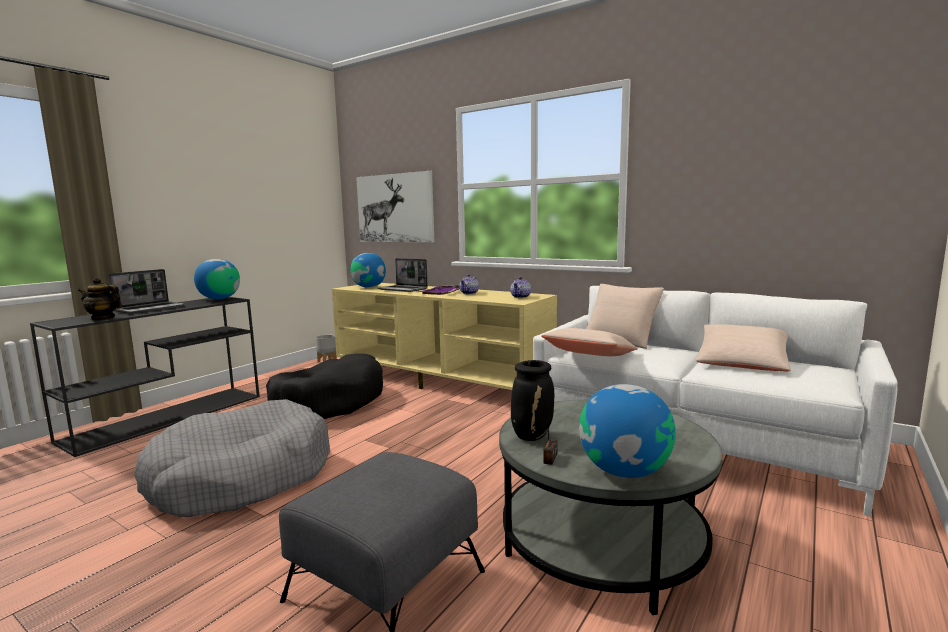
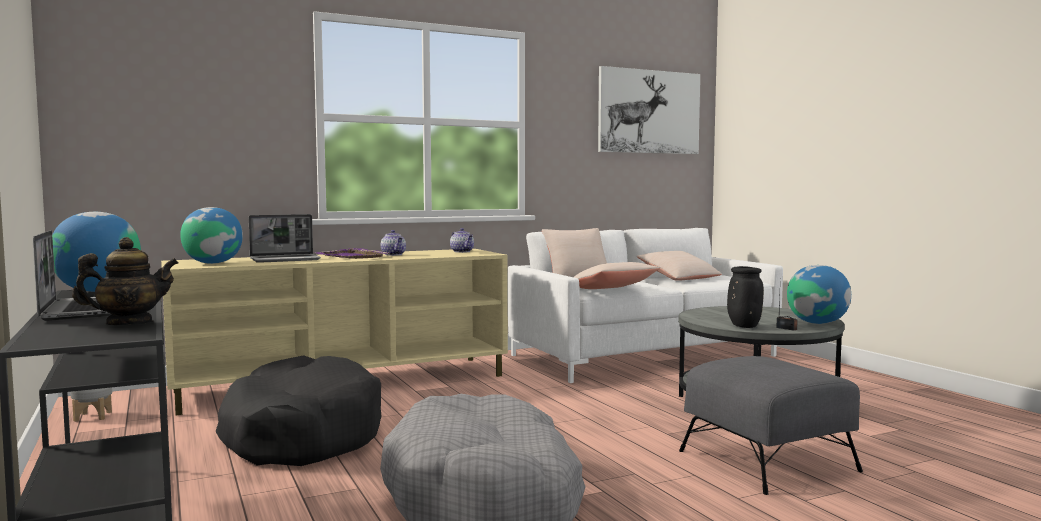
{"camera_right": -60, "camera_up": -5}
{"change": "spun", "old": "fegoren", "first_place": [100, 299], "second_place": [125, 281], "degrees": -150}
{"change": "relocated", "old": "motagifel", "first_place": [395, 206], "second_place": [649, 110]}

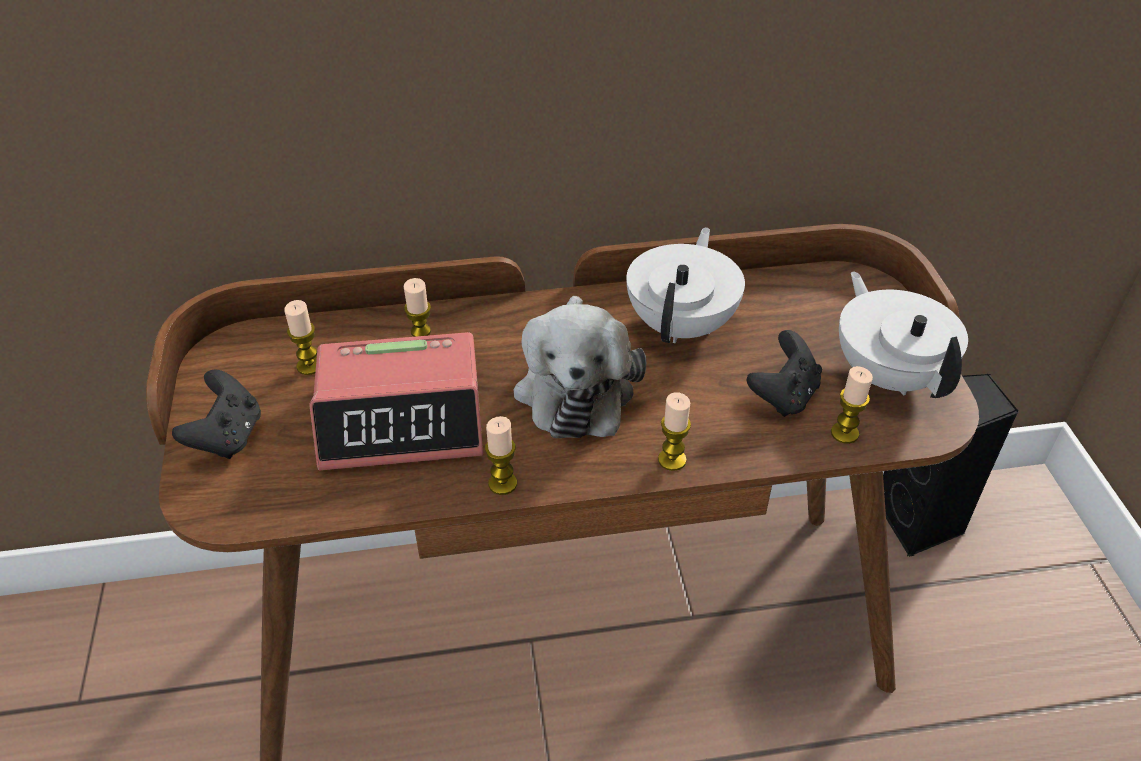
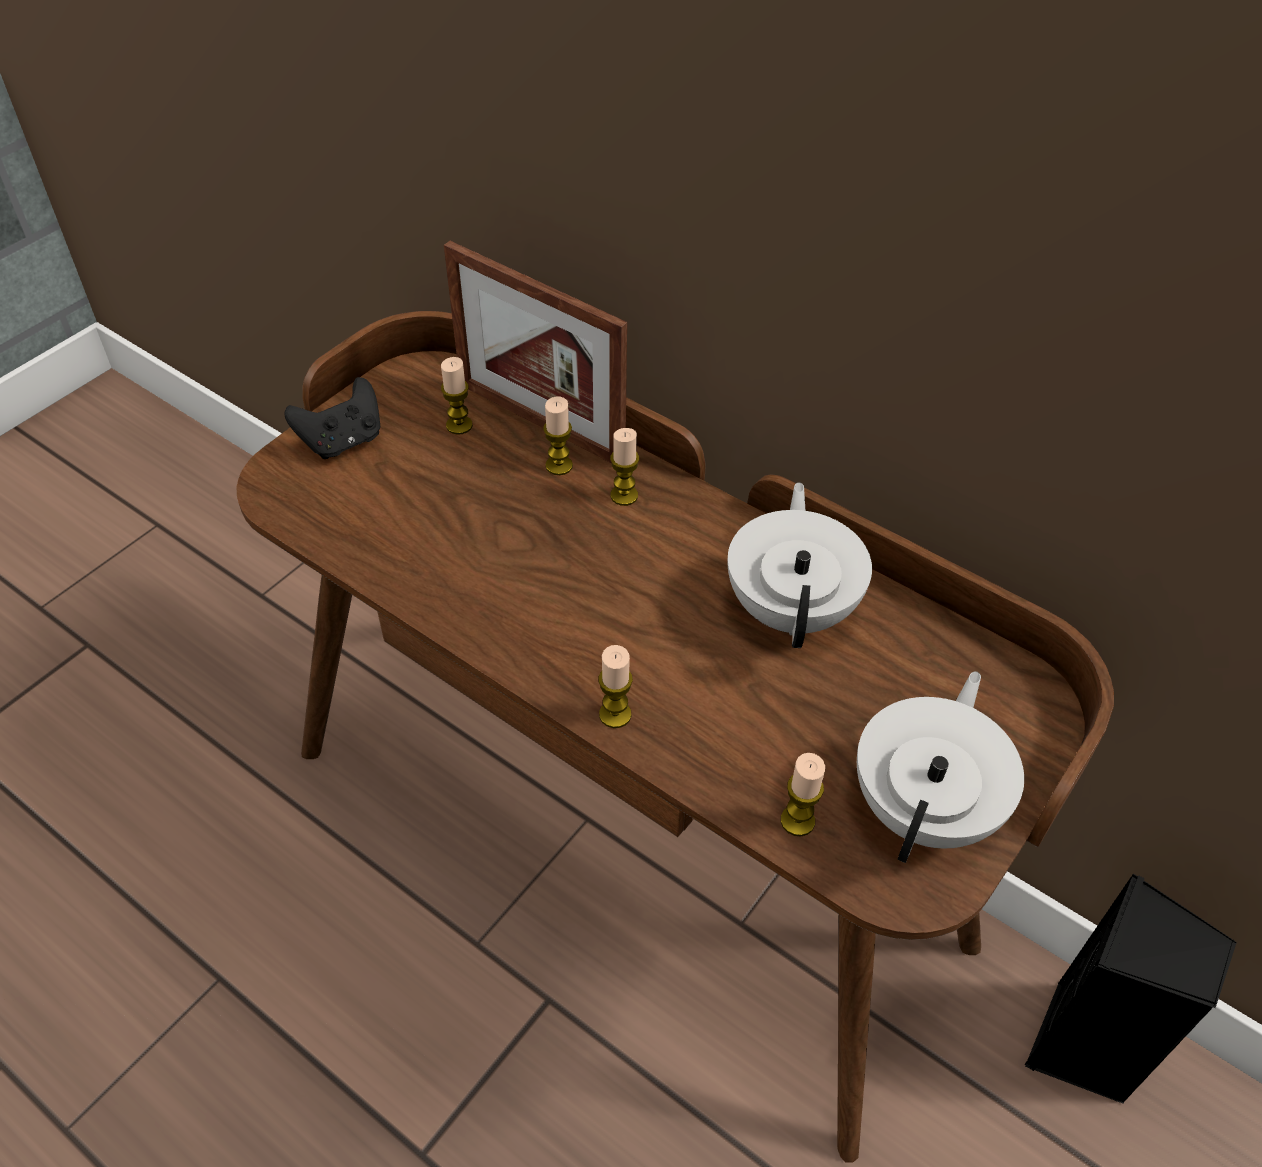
{"camera_right": 45, "camera_up": 5}
{"change": "appeared", "new": "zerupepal", "second_place": [535, 352]}
{"change": "relocated", "old": "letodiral", "first_place": [501, 455], "second_place": [624, 467]}
{"change": "spun", "old": "white fegoren", "first_place": [685, 285], "second_place": [800, 565], "degrees": -60}
{"change": "missing", "old": "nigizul", "first_place": [396, 401]}
{"change": "missing", "old": "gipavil", "first_place": [580, 367]}
{"change": "missing", "old": "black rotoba", "first_place": [784, 373]}

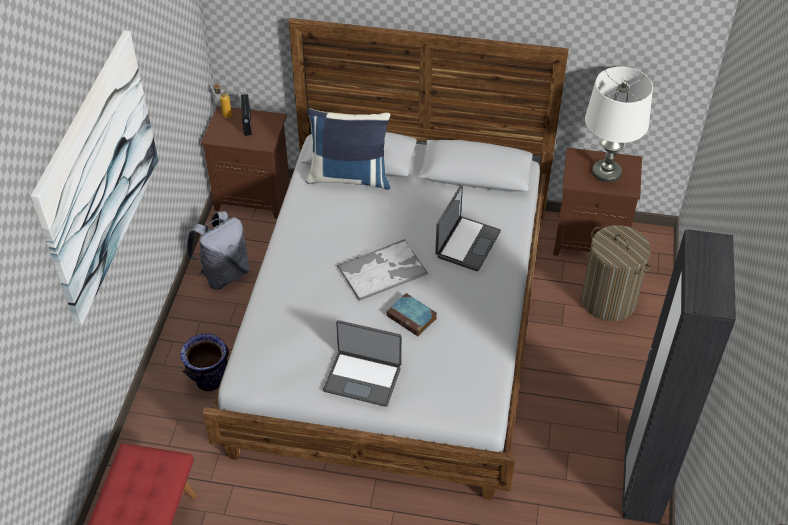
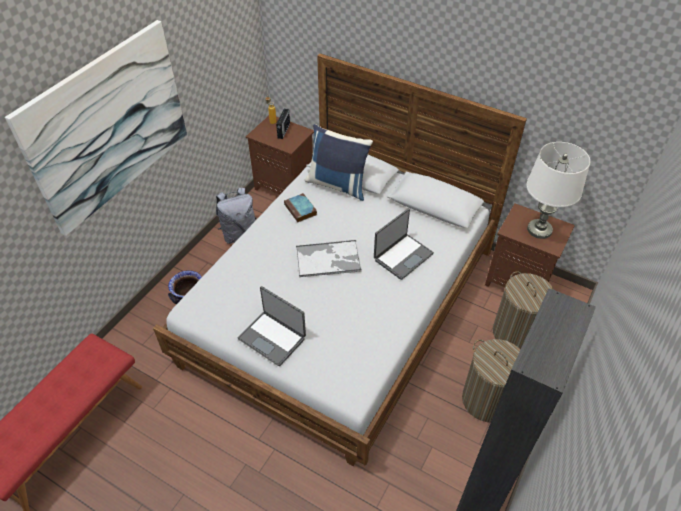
{"camera_right": 20, "camera_up": 0}
{"change": "relocated", "old": "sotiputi", "first_place": [411, 314], "second_place": [300, 207]}
{"change": "appeared", "new": "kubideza", "second_place": [491, 380]}

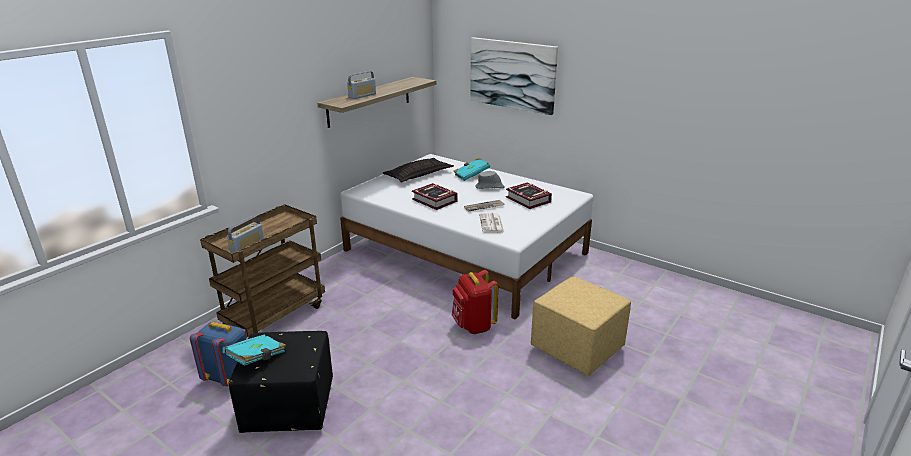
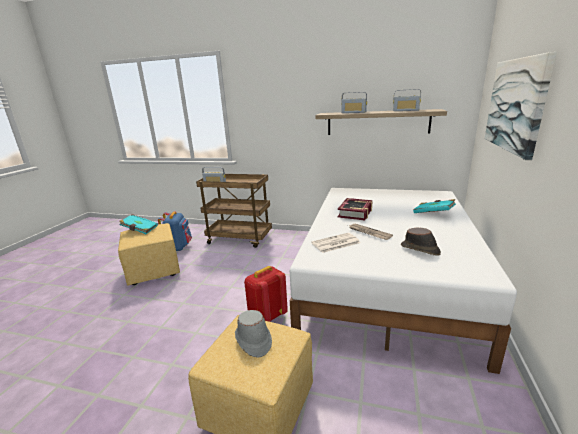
{"camera_right": 70, "camera_up": -5}
{"change": "colour", "old": "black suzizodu", "new": "yellow suzizodu", "first_place": [281, 382], "second_place": [149, 254]}
{"change": "relocated", "old": "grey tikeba", "first_place": [490, 180], "second_place": [253, 334]}
{"change": "appeared", "new": "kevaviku", "second_place": [407, 100]}
{"change": "exchanged", "old": "sotiputi", "new": "brown tikeba", "first_place": [529, 196], "second_place": [421, 241]}
{"change": "missing", "old": "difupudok", "first_place": [418, 170]}

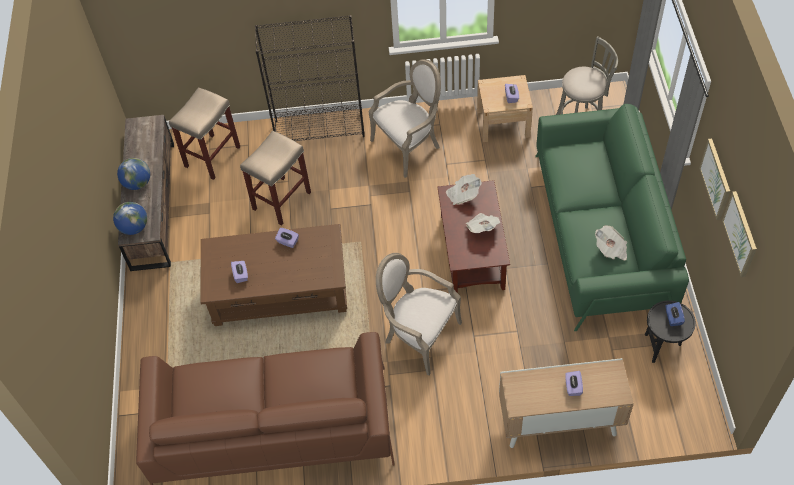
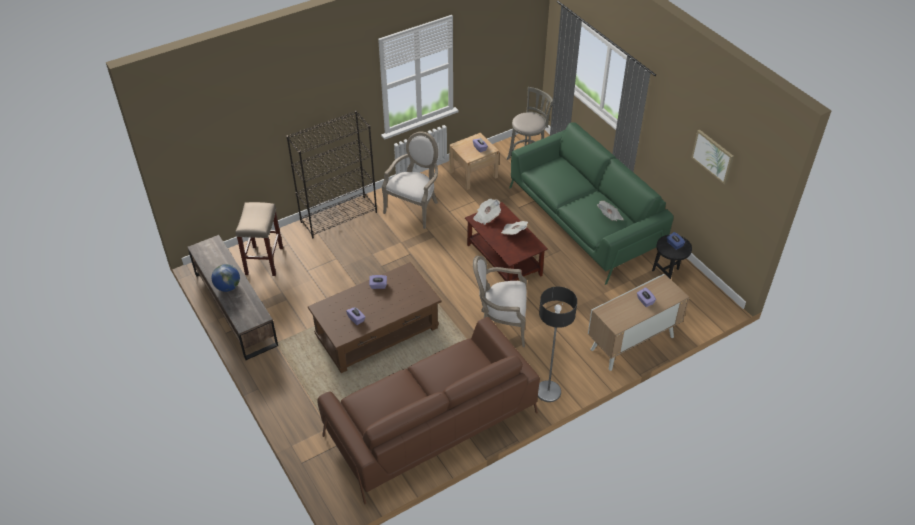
{"camera_right": -30, "camera_up": -10}
{"change": "appeared", "new": "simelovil", "second_place": [557, 344]}
{"change": "missing", "old": "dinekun", "first_place": [130, 218]}
{"change": "missing", "old": "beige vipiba", "first_place": [275, 178]}
{"change": "missing", "old": "motagifel", "first_place": [714, 179]}

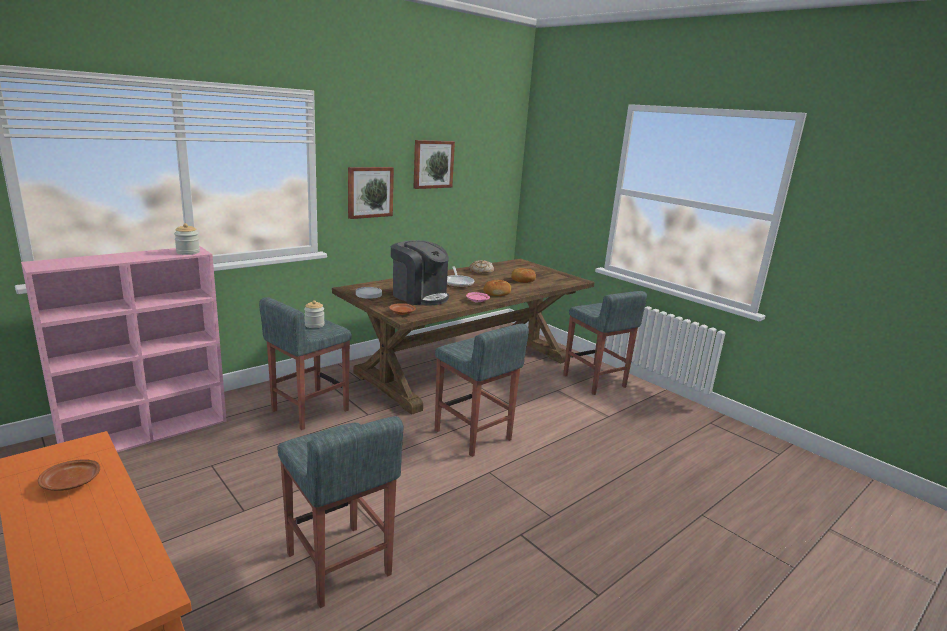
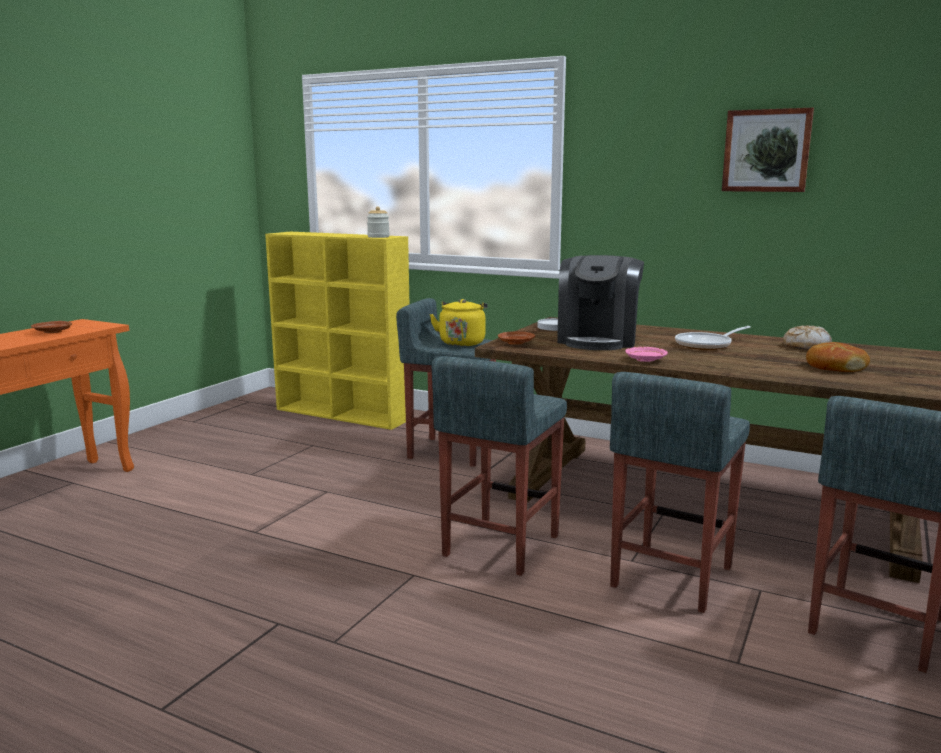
{"camera_right": 70, "camera_up": -5}
{"change": "colour", "old": "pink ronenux", "new": "yellow ronenux", "first_place": [124, 349], "second_place": [337, 331]}
{"change": "exchanged", "old": "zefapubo", "new": "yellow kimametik", "first_place": [314, 314], "second_place": [459, 322]}
{"change": "relocated", "old": "grey vipiba", "first_place": [340, 512], "second_place": [680, 492]}
{"change": "missing", "old": "motagifel", "first_place": [371, 193]}
{"change": "missing", "old": "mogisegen", "first_place": [497, 288]}

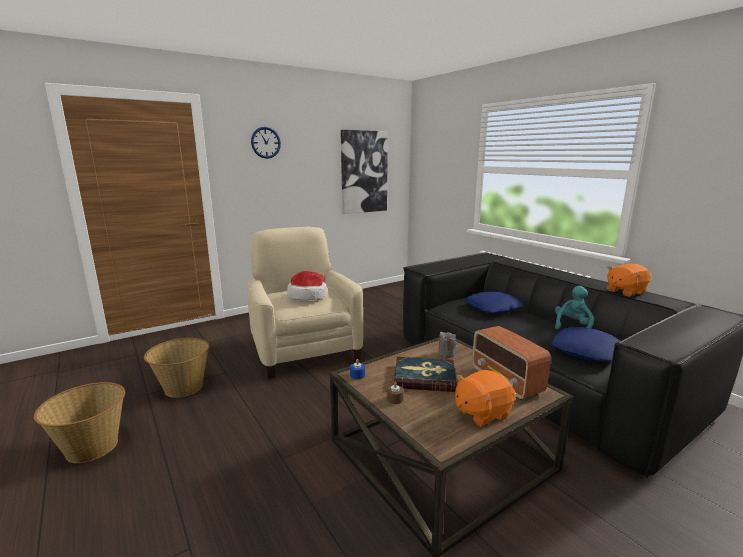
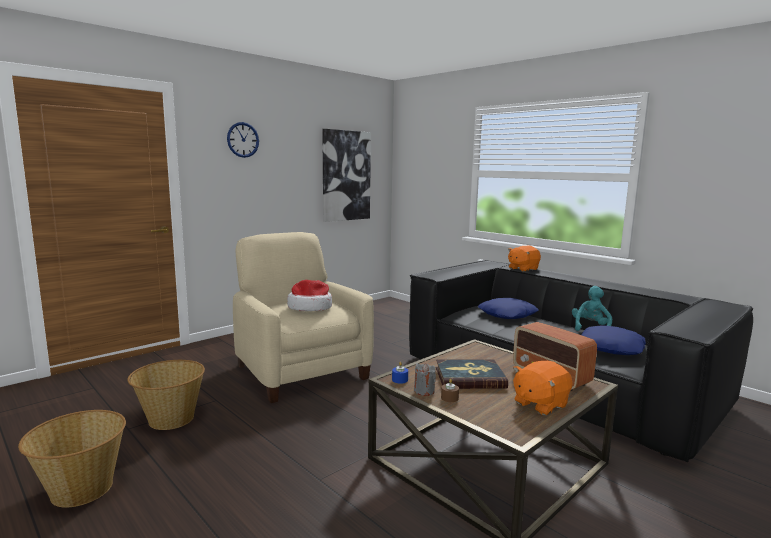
{"camera_right": -10, "camera_up": -5}
{"change": "relocated", "old": "grey letodiral", "first_place": [447, 345], "second_place": [425, 379]}
{"change": "relocated", "old": "orange gipavil", "first_place": [629, 280], "second_place": [524, 259]}

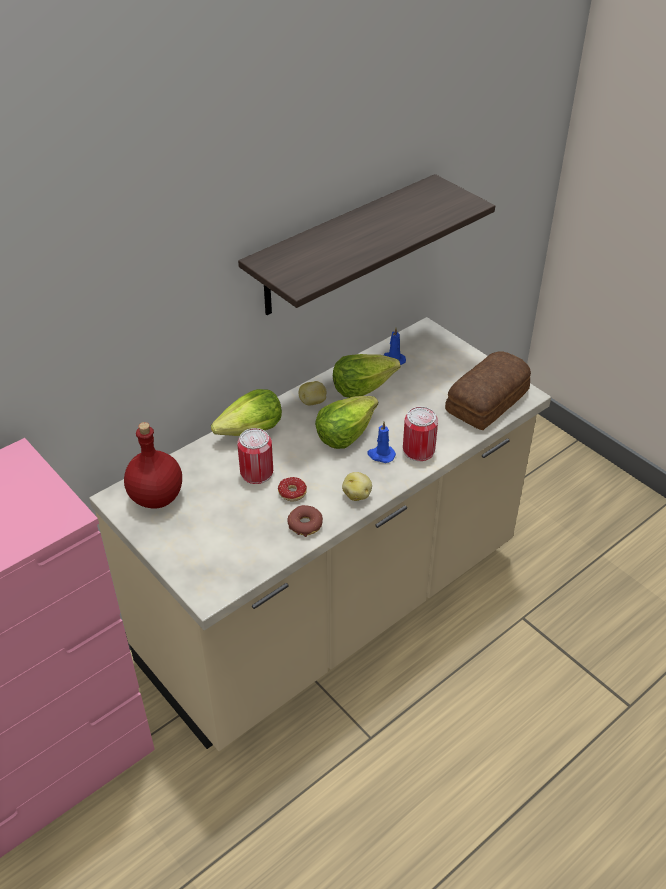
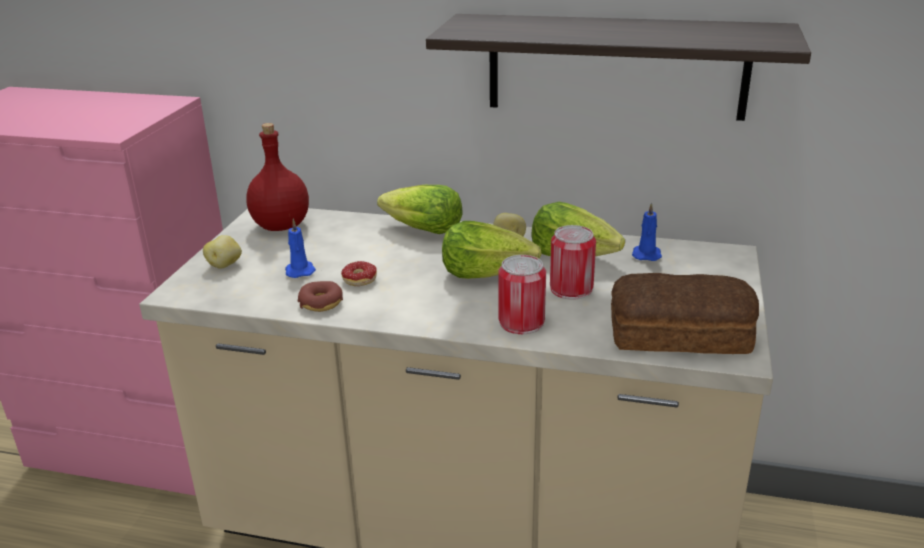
{"camera_right": 55, "camera_up": -15}
{"change": "relocated", "old": "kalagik", "first_place": [357, 486], "second_place": [222, 252]}
{"change": "relocated", "old": "blue letodiral", "first_place": [381, 442], "second_place": [300, 248]}
{"change": "relocated", "old": "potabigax", "first_place": [255, 456], "second_place": [573, 262]}

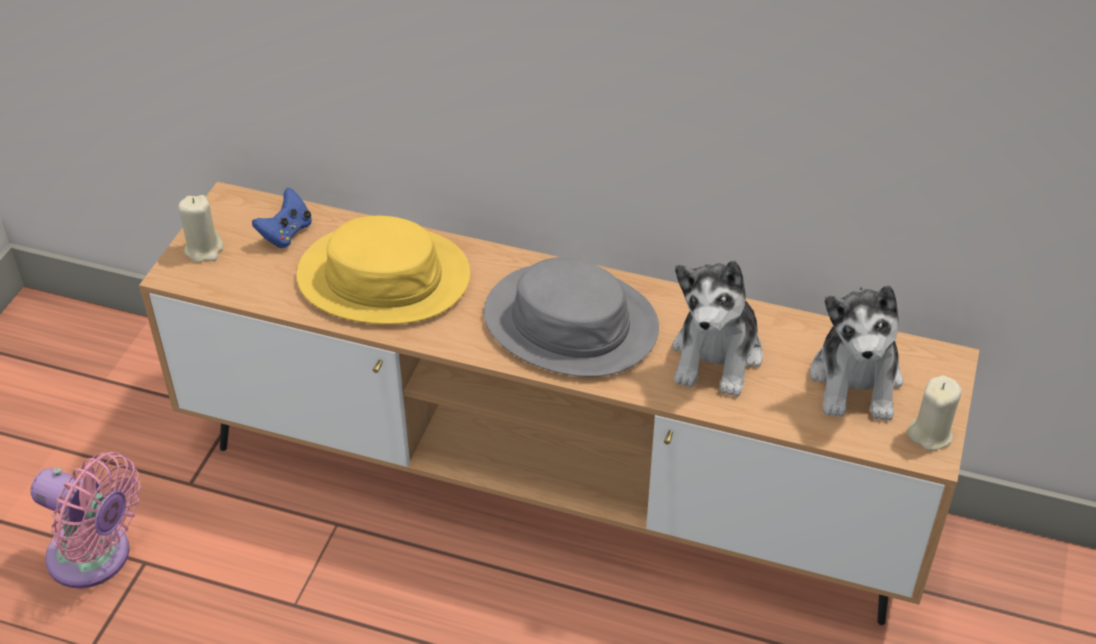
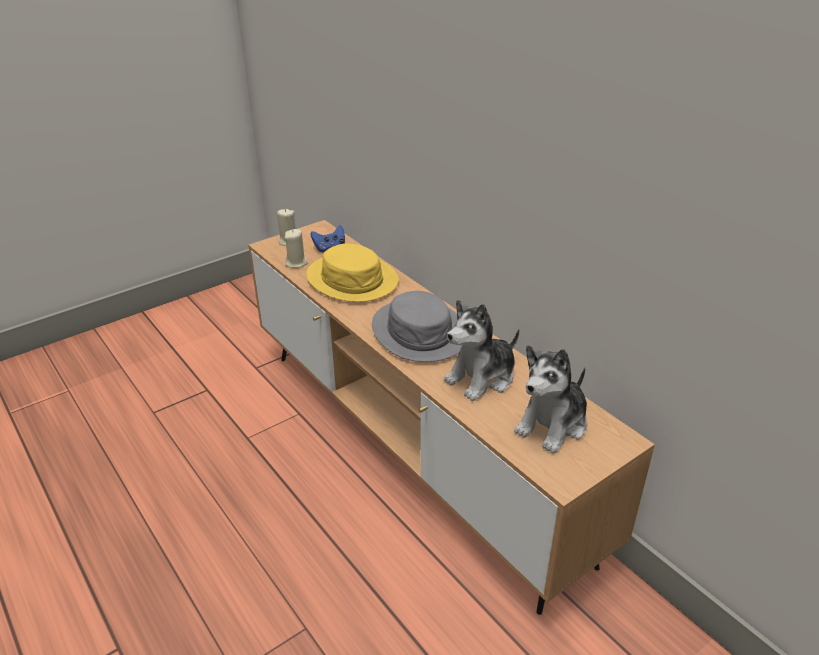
{"camera_right": 35, "camera_up": -10}
{"change": "relocated", "old": "beige letodiral", "first_place": [934, 413], "second_place": [296, 248]}
{"change": "missing", "old": "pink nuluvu", "first_place": [85, 520]}

